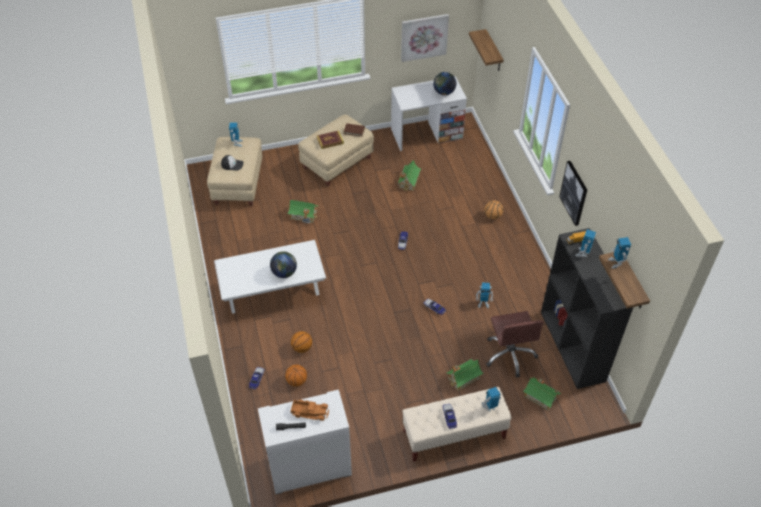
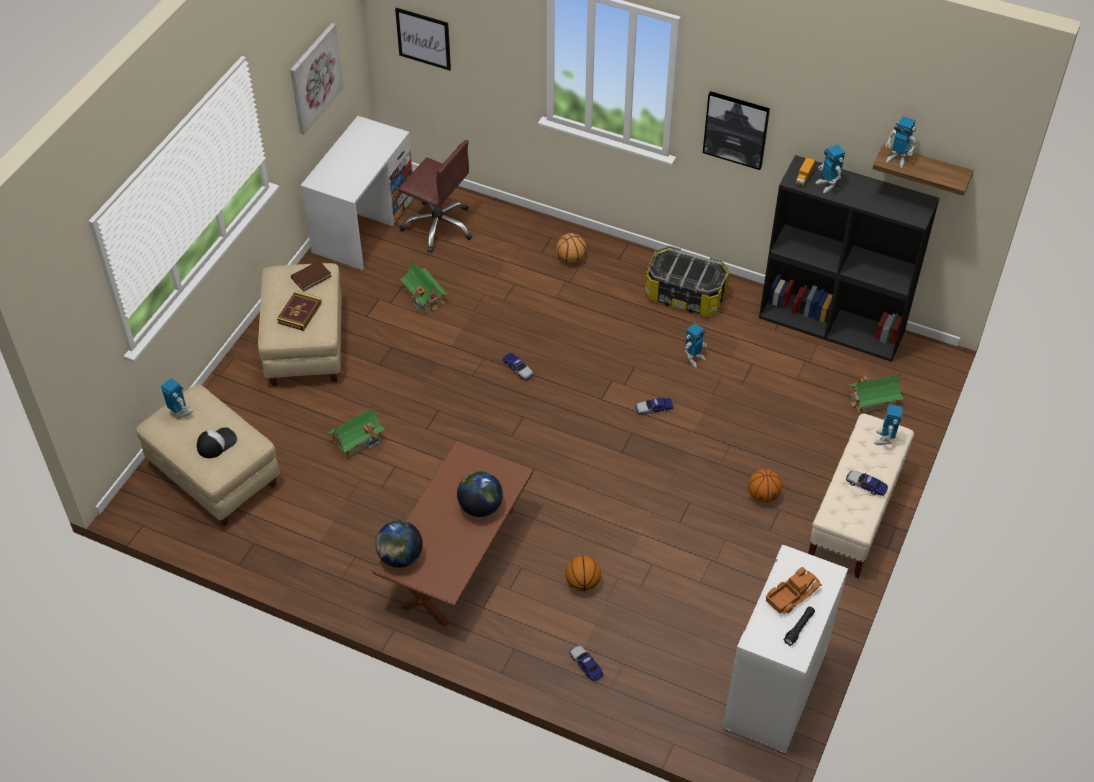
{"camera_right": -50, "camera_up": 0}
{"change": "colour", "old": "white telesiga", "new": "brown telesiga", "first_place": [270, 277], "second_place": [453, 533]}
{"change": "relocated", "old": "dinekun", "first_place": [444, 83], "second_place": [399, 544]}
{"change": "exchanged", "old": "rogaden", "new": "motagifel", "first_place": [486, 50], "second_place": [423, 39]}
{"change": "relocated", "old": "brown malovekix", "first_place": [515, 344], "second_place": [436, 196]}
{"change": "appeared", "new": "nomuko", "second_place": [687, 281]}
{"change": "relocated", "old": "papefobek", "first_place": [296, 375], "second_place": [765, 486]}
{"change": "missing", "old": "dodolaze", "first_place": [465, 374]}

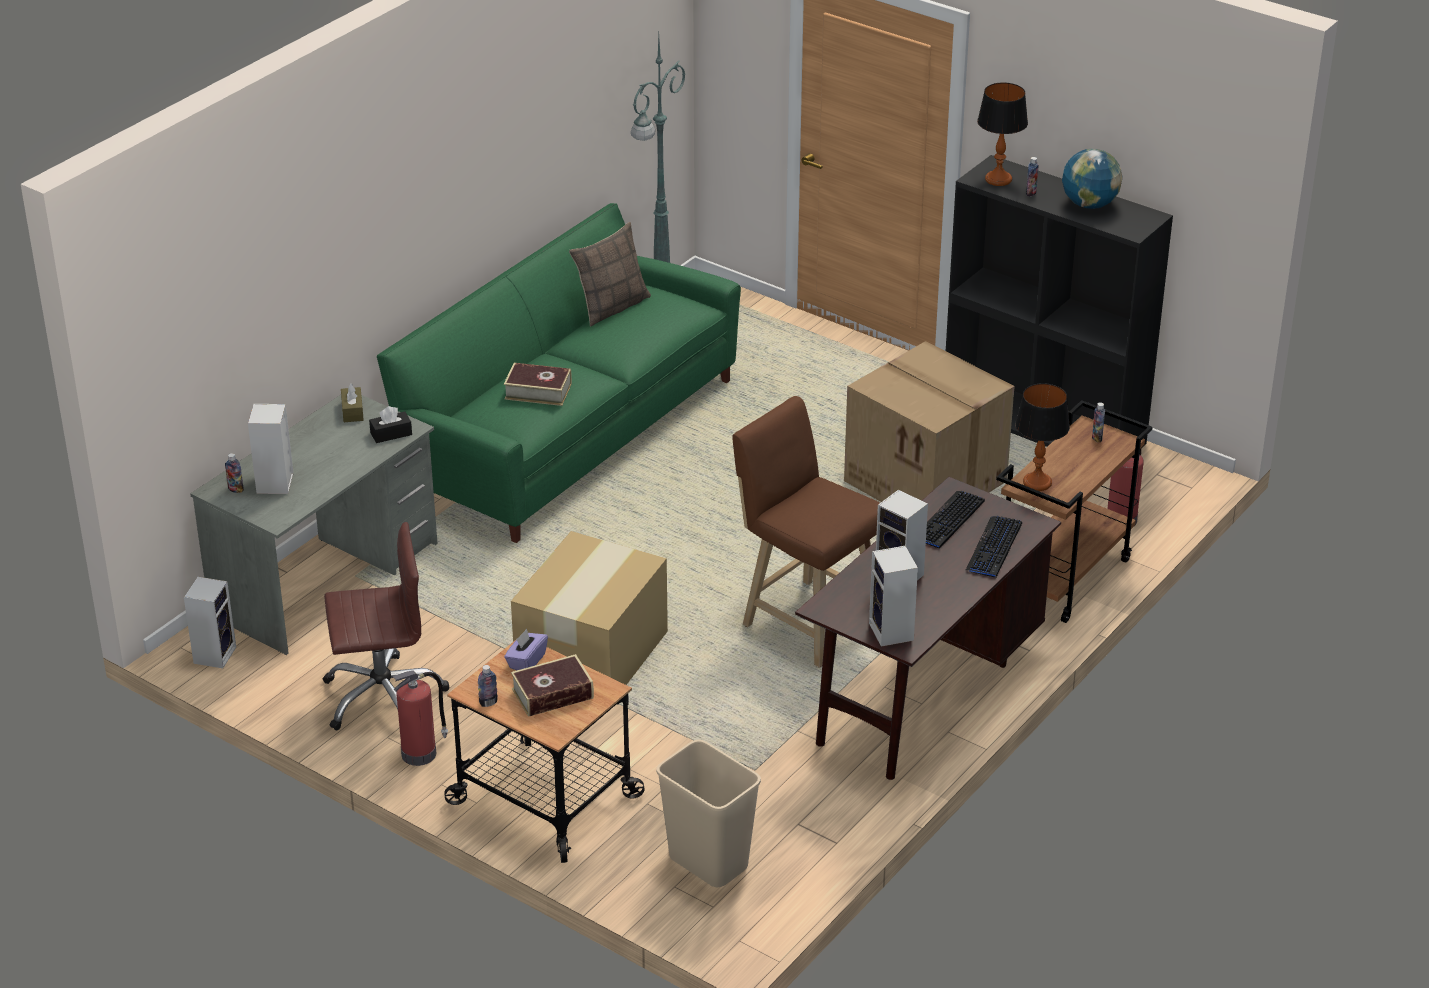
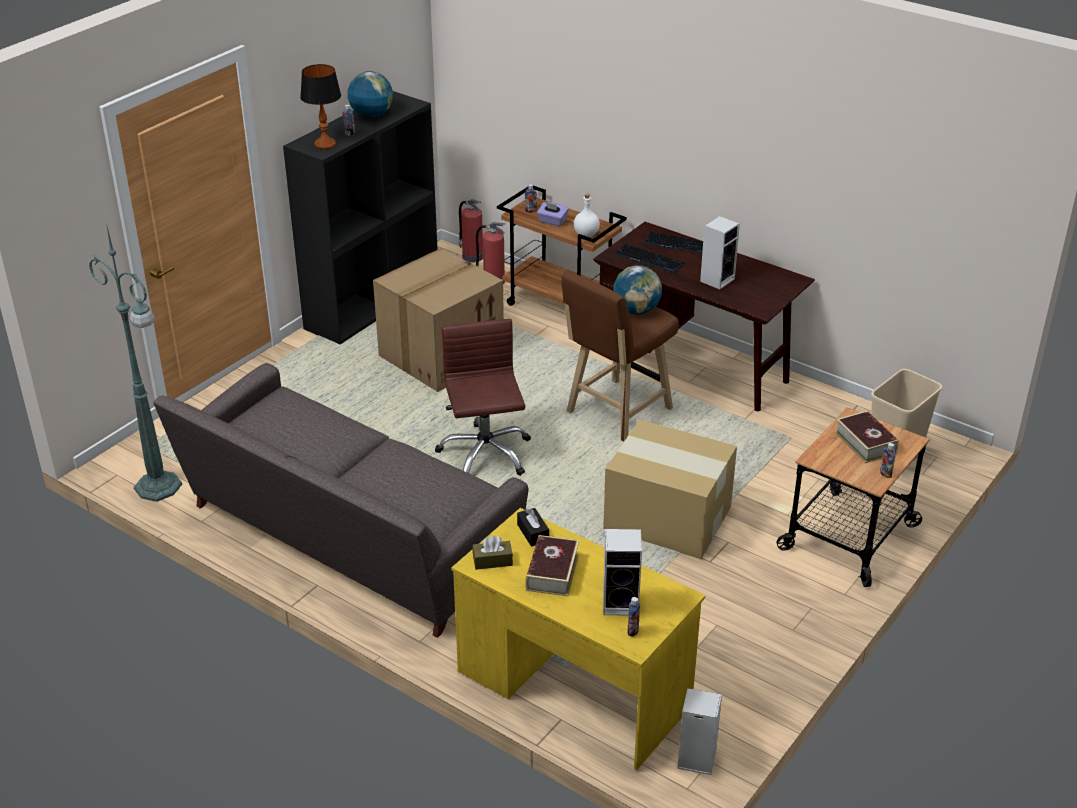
{"camera_right": -90, "camera_up": 0}
{"change": "colour", "old": "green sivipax", "new": "grey sivipax", "first_place": [559, 373], "second_place": [340, 500]}
{"change": "relocated", "old": "brown malovekix", "first_place": [386, 626], "second_place": [483, 397]}
{"change": "colour", "old": "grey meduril", "new": "yellow meduril", "first_place": [314, 525], "second_place": [578, 639]}
{"change": "relocated", "old": "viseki", "first_place": [420, 718], "second_place": [470, 231]}
{"change": "relocated", "old": "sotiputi", "first_place": [538, 384], "second_place": [552, 565]}
{"change": "relocated", "old": "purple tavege", "first_place": [526, 649], "second_place": [553, 214]}
{"change": "exchanged", "old": "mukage", "new": "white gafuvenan", "first_place": [1042, 437], "second_place": [587, 215]}
{"change": "appeared", "new": "dinekun", "second_place": [637, 290]}
{"change": "missing", "old": "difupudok", "first_place": [610, 274]}
{"change": "missing", "old": "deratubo", "first_place": [893, 596]}

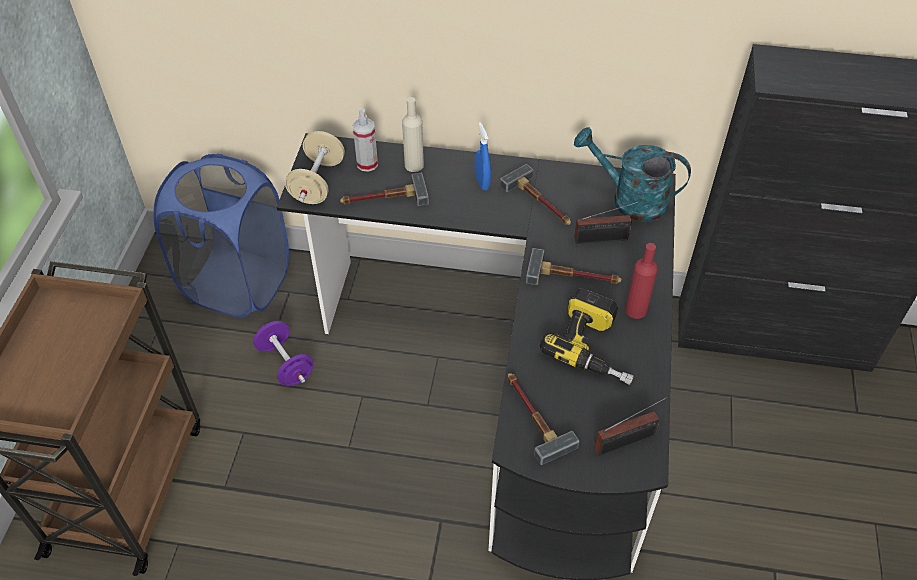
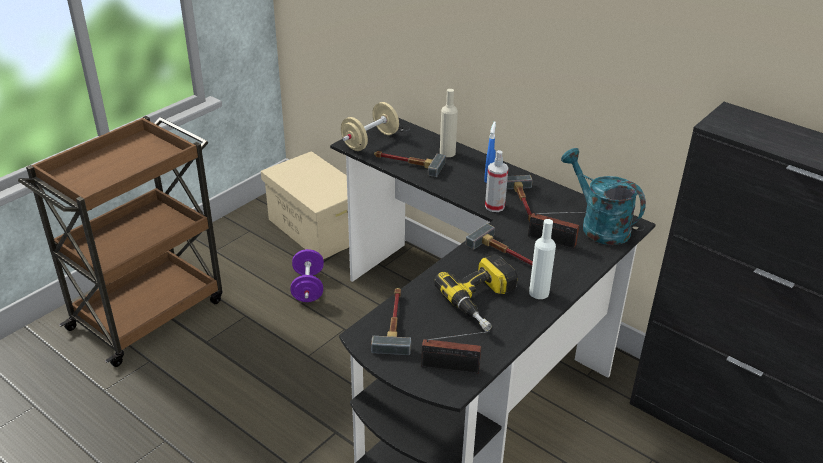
{"camera_right": 30, "camera_up": -15}
{"change": "exchanged", "old": "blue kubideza", "new": "beige nomuko", "first_place": [221, 236], "second_place": [305, 205]}
{"change": "relocated", "old": "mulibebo", "first_place": [365, 140], "second_place": [496, 181]}
{"change": "colour", "old": "red gafuvenan", "new": "white gafuvenan", "first_place": [641, 281], "second_place": [542, 259]}

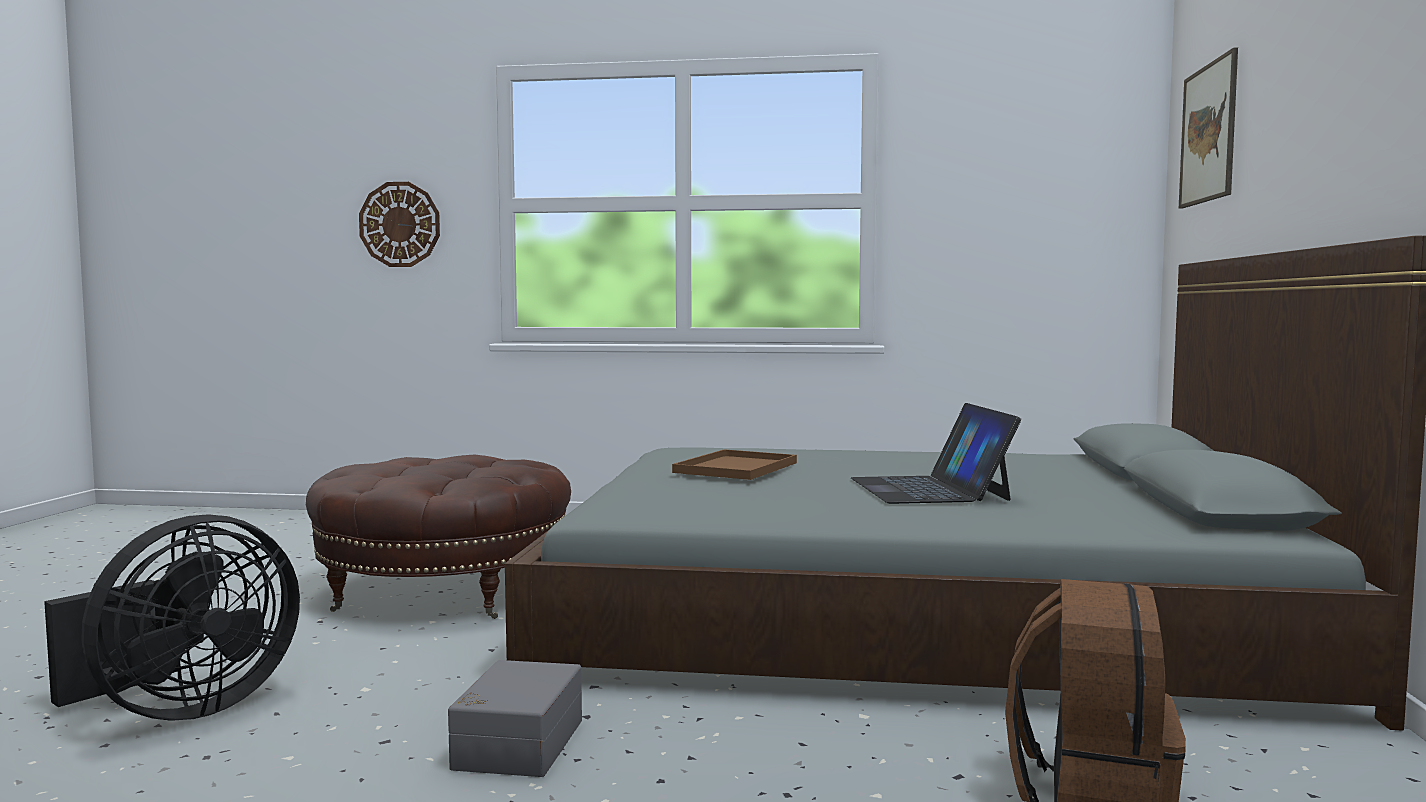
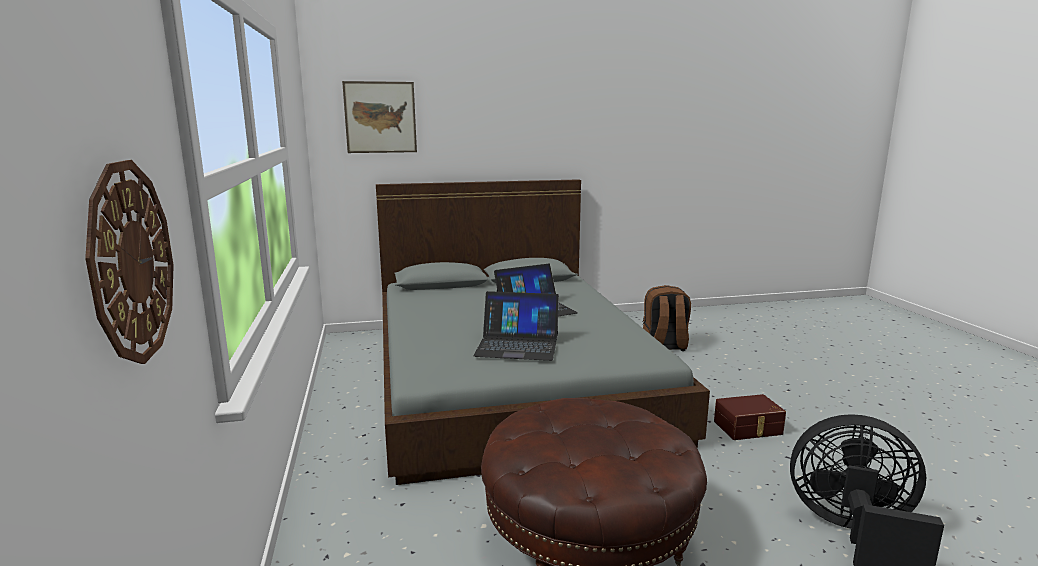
{"camera_right": -110, "camera_up": 10}
{"change": "exchanged", "old": "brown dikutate", "new": "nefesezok", "first_place": [734, 464], "second_place": [516, 326]}
{"change": "colour", "old": "grey nomuko", "new": "brown nomuko", "first_place": [515, 718], "second_place": [750, 417]}

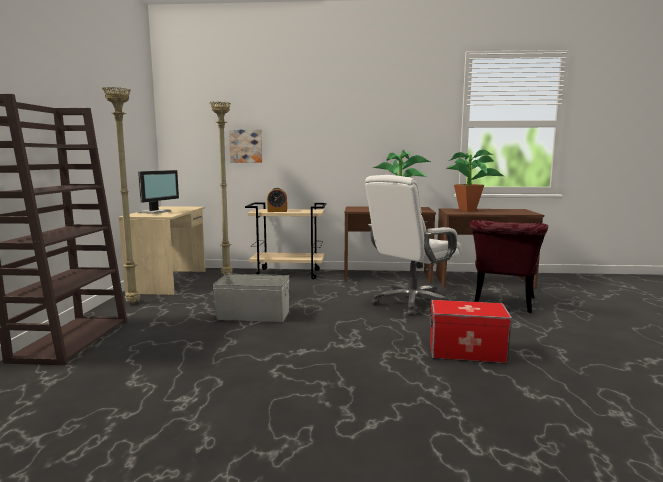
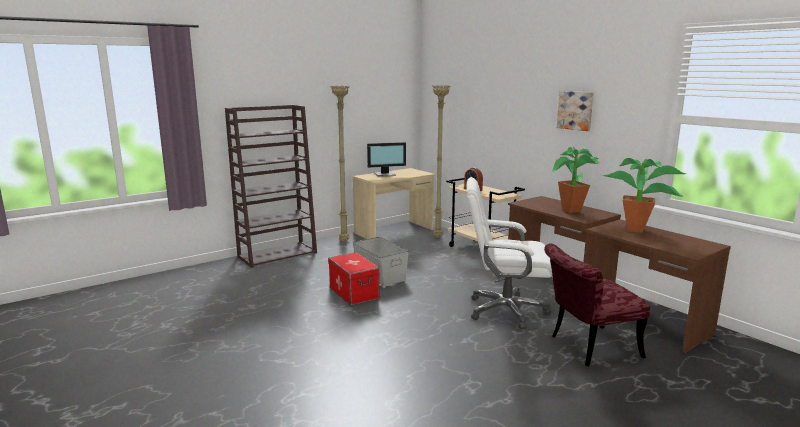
{"camera_right": 50, "camera_up": 5}
{"change": "relocated", "old": "nomuko", "first_place": [471, 332], "second_place": [354, 278]}
{"change": "relocated", "old": "motagifel", "first_place": [245, 145], "second_place": [575, 111]}

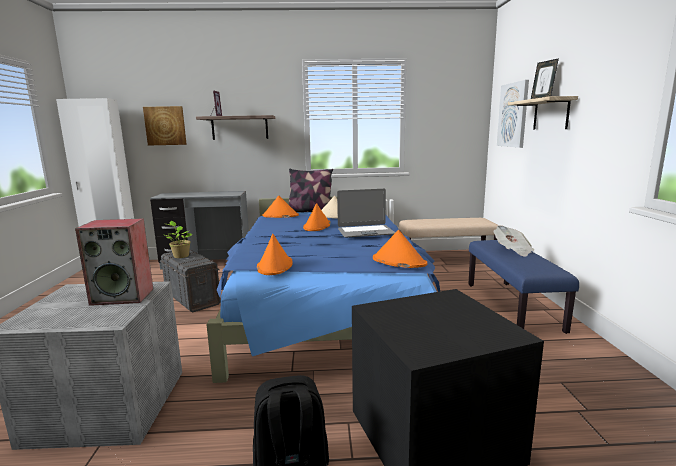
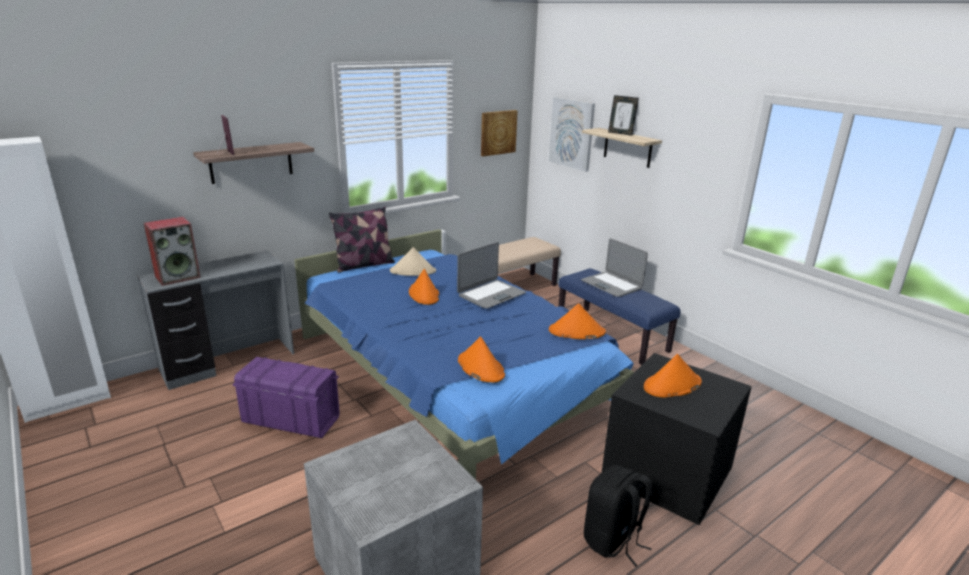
{"camera_right": -35, "camera_up": 10}
{"change": "relocated", "old": "deratubo", "first_place": [114, 262], "second_place": [172, 251]}
{"change": "colour", "old": "grey nomuko", "new": "purple nomuko", "first_place": [190, 281], "second_place": [286, 397]}
{"change": "relocated", "old": "motagifel", "first_place": [165, 125], "second_place": [499, 133]}
{"change": "exchanged", "old": "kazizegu", "new": "nefesezok", "first_place": [513, 241], "second_place": [614, 267]}
{"change": "relocated", "old": "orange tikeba", "first_place": [280, 206], "second_place": [673, 376]}
{"change": "missing", "old": "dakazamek", "first_place": [178, 239]}

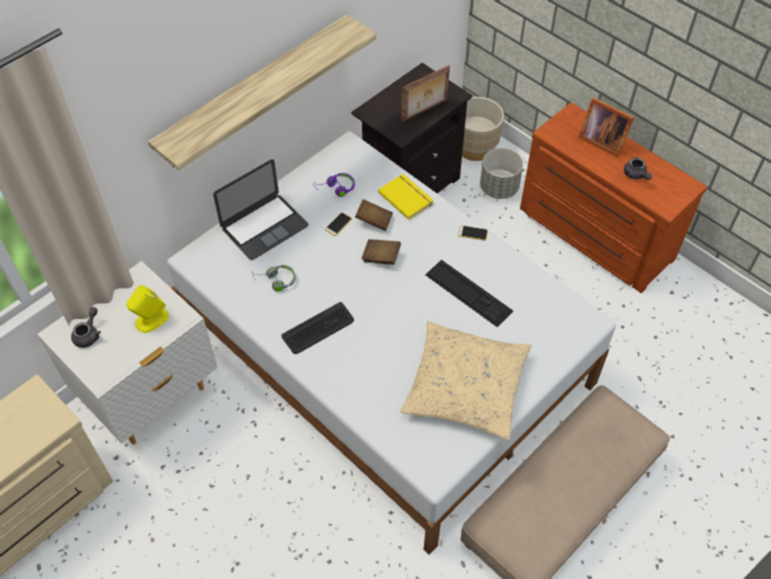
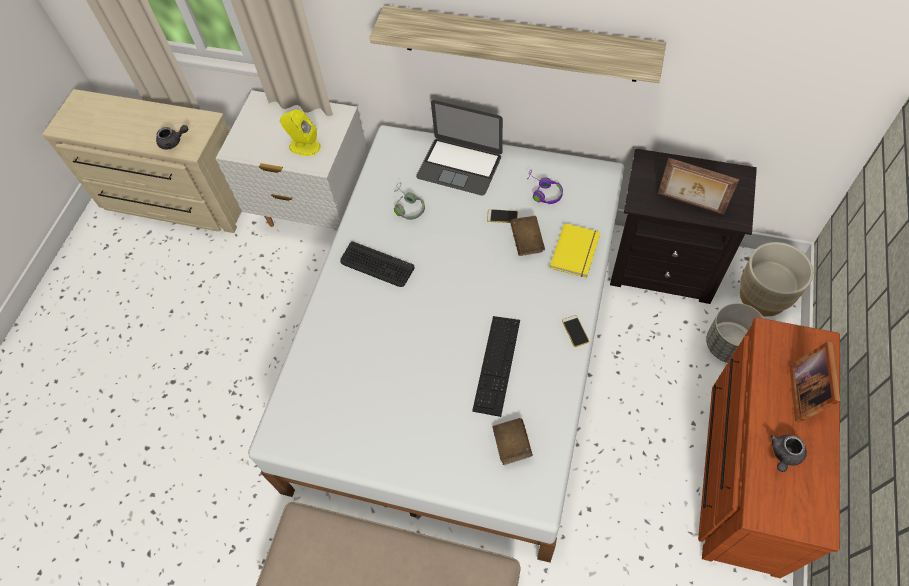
{"camera_right": 65, "camera_up": 5}
{"change": "relocated", "old": "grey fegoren", "first_place": [86, 327], "second_place": [172, 137]}
{"change": "relocated", "old": "brown sotiputi", "first_place": [381, 252], "second_place": [513, 441]}
{"change": "missing", "old": "beige difupudok", "first_place": [466, 380]}

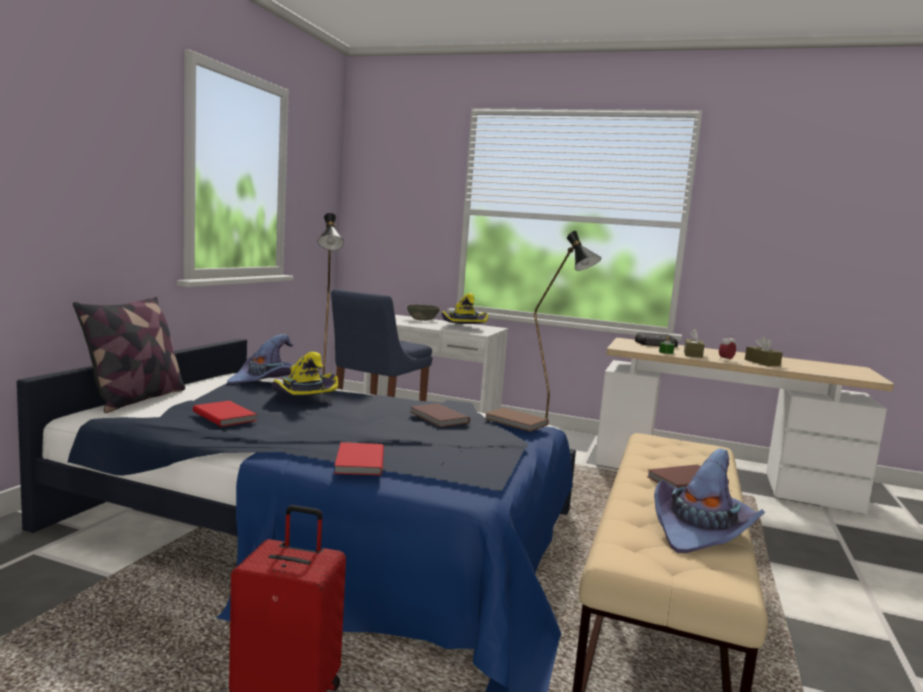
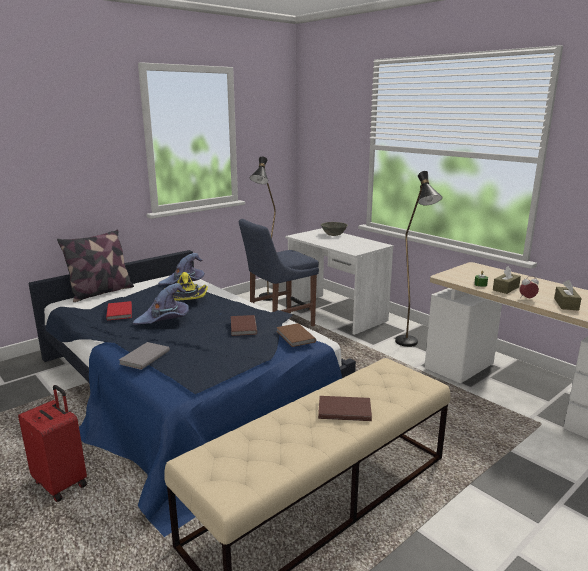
{"camera_right": 30, "camera_up": 10}
{"change": "colour", "old": "red sotiputi", "new": "grey sotiputi", "first_place": [359, 458], "second_place": [144, 356]}
{"change": "relocated", "old": "purple tikeba", "first_place": [709, 500], "second_place": [161, 304]}
{"change": "missing", "old": "yellow tikeba", "first_place": [465, 308]}
{"change": "missing", "old": "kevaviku", "first_place": [656, 339]}

